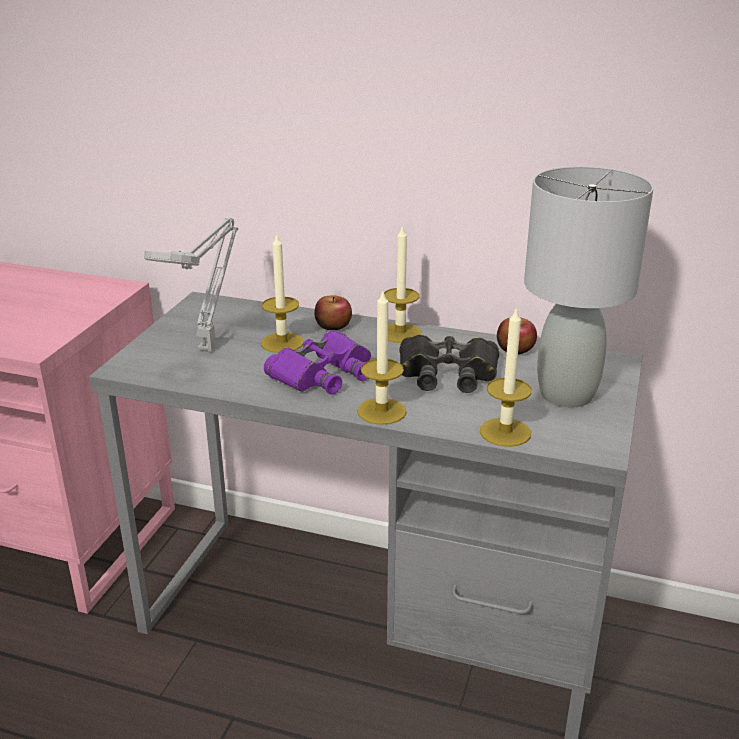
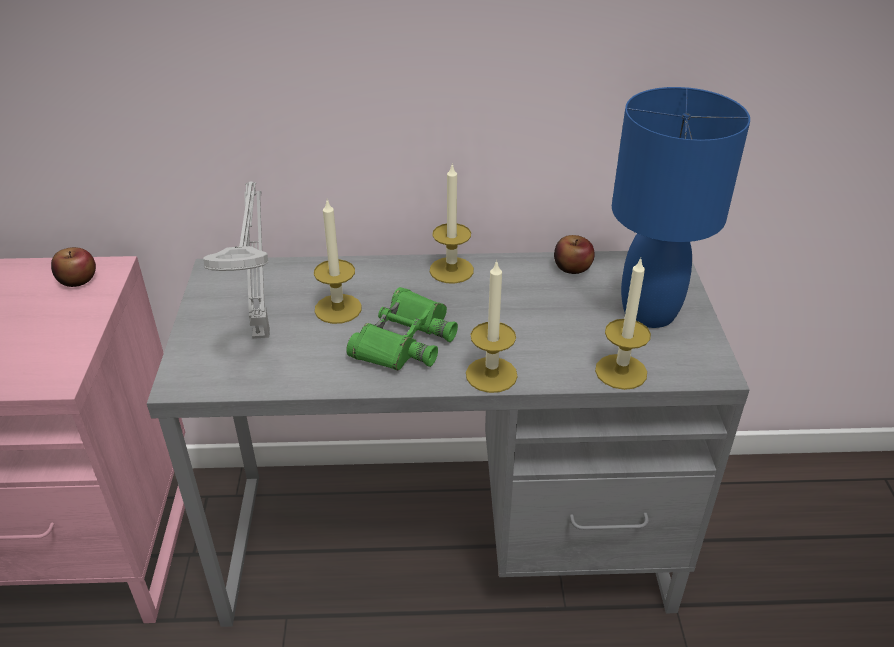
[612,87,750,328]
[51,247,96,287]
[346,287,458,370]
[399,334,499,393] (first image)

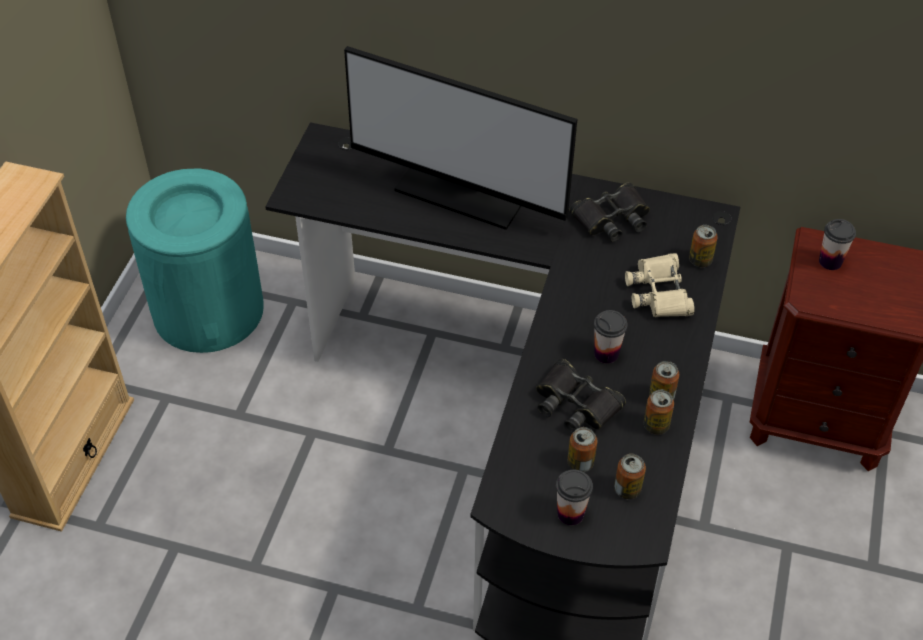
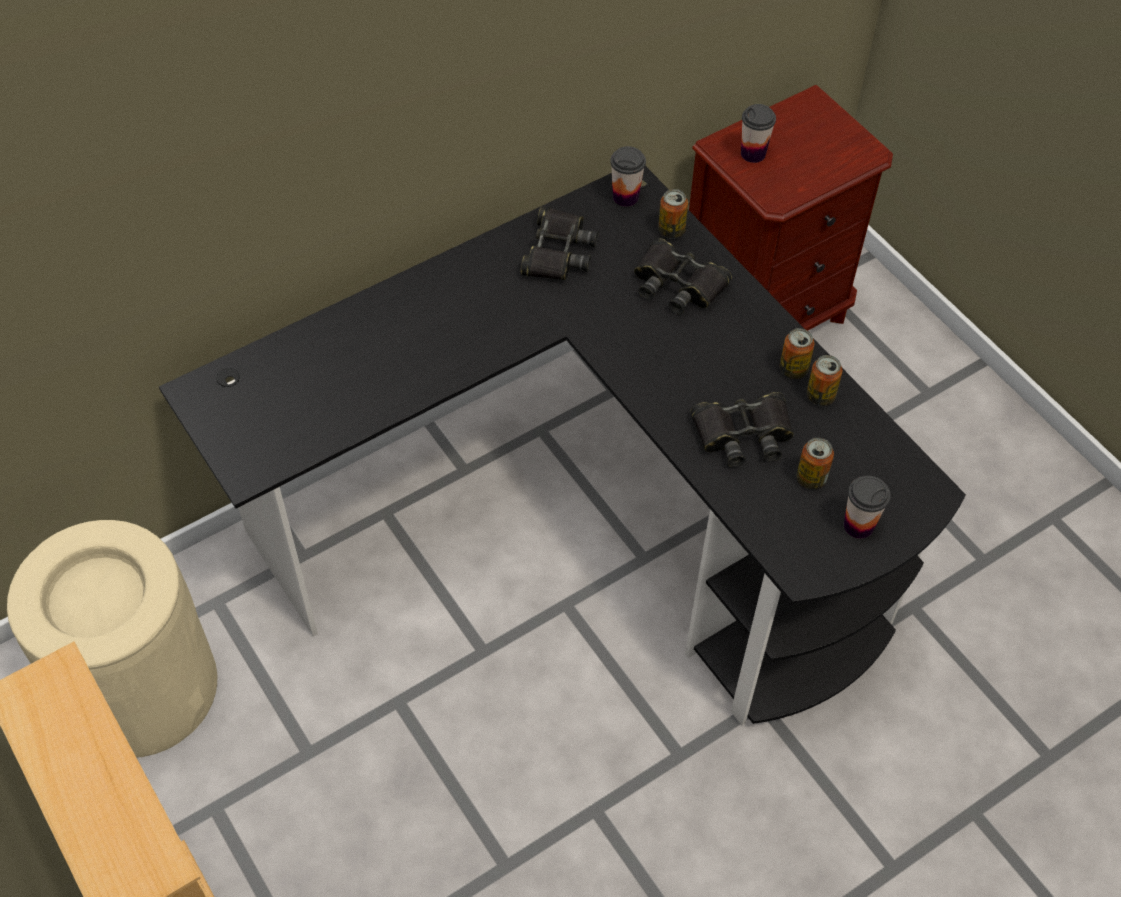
[344,46,577,230] (first image)
[7,520,217,758]
[634,238,732,315]
[610,146,646,207]
[614,454,646,499] (first image)

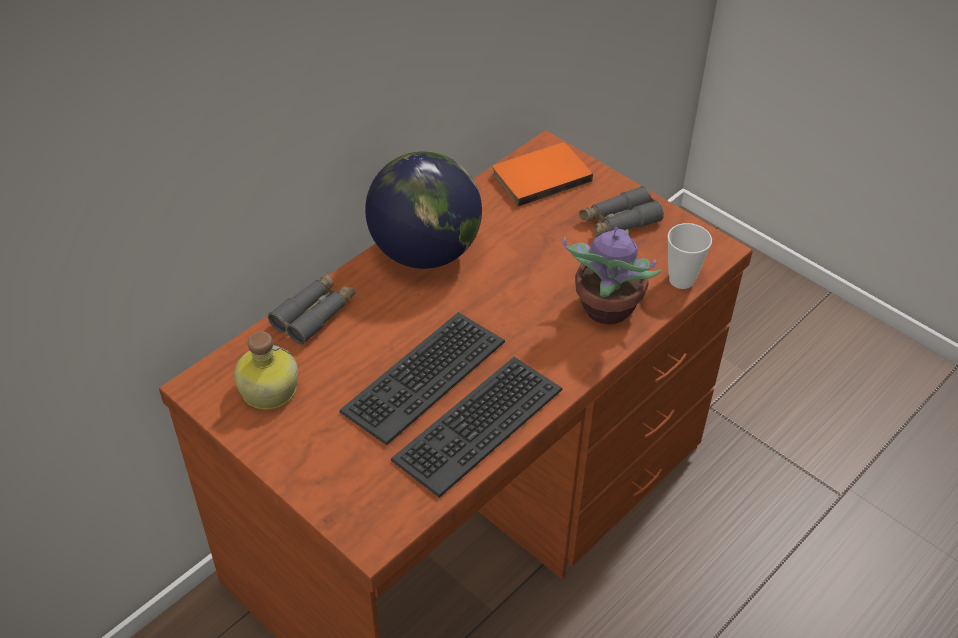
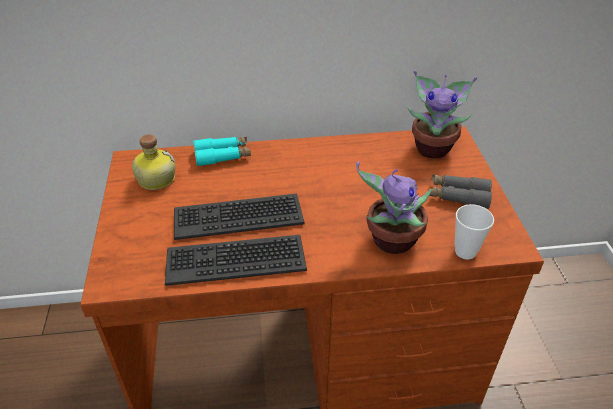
[407,70,477,159]
[365,151,482,269] (first image)
[193,137,251,166]

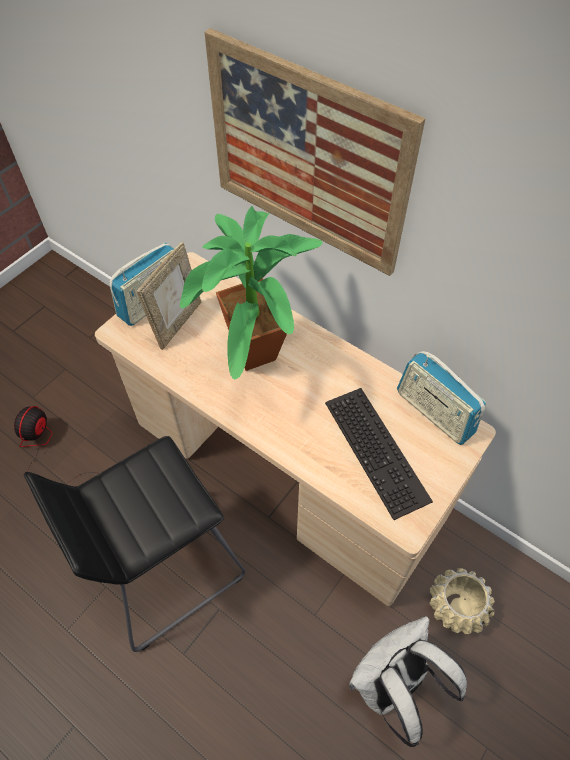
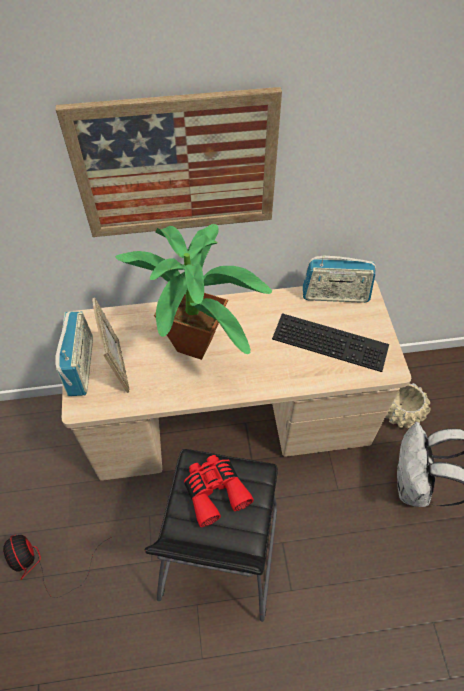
[184,455,254,527]

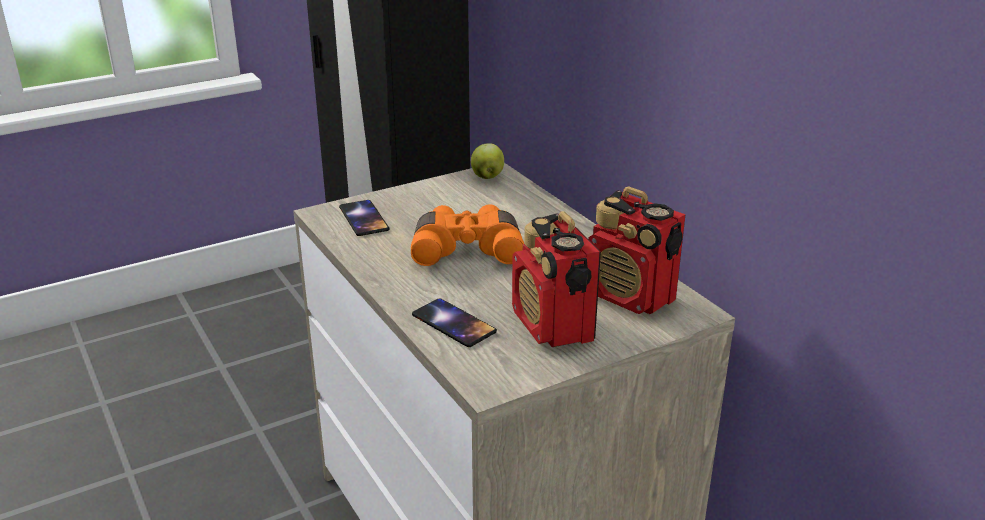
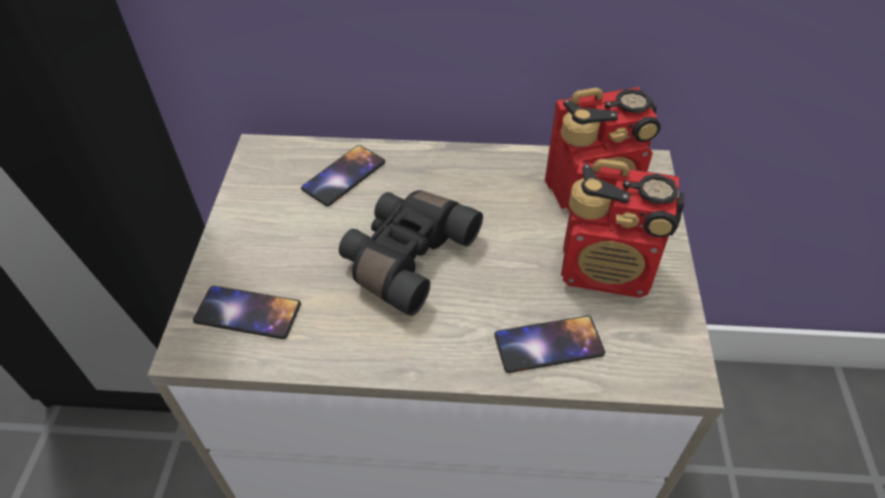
[471,143,504,179] (first image)
[339,190,483,316]
[301,145,385,206]

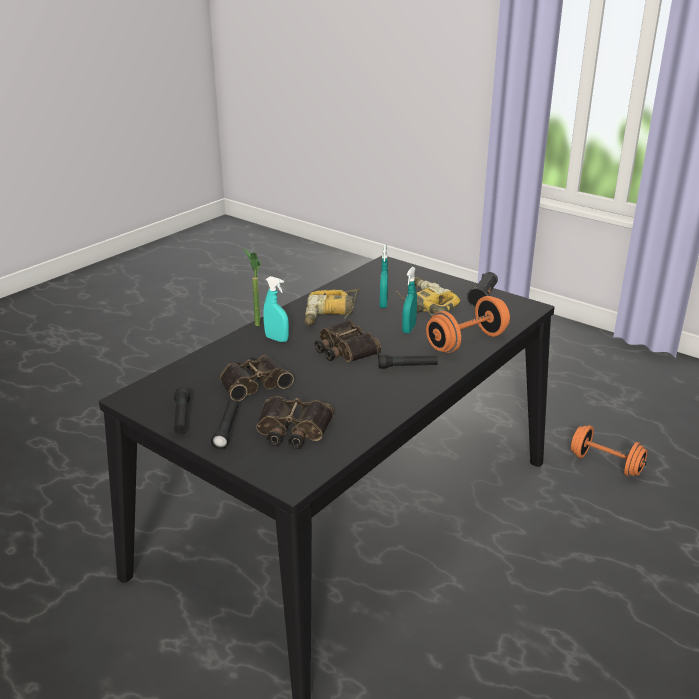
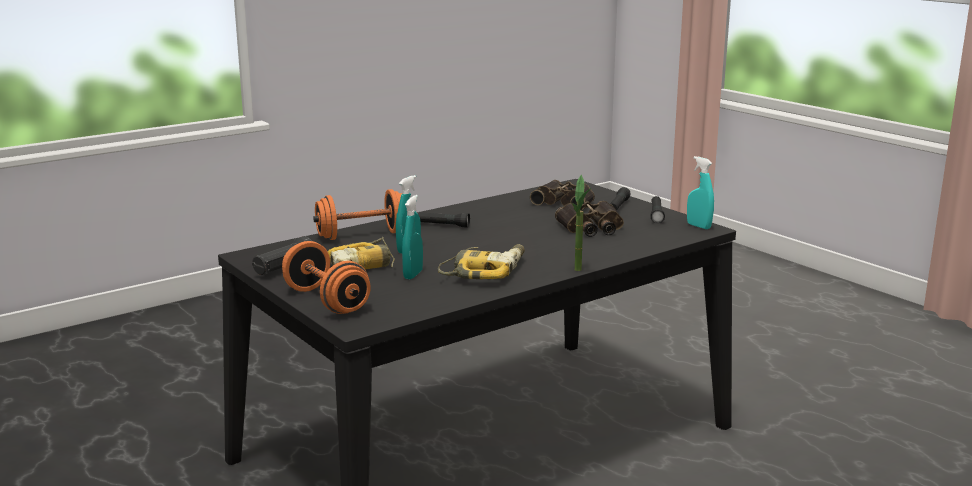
[687,156,714,229]
[315,319,381,362] (first image)
[282,241,371,314]

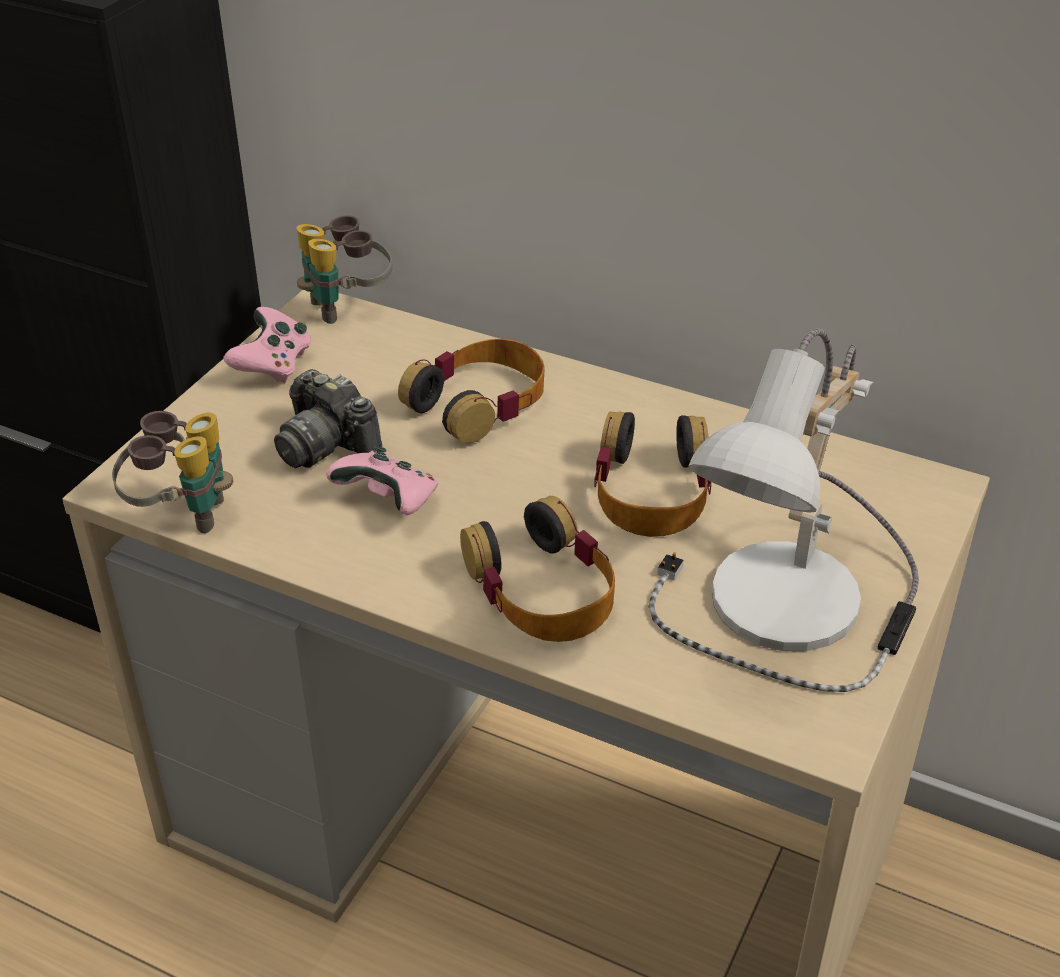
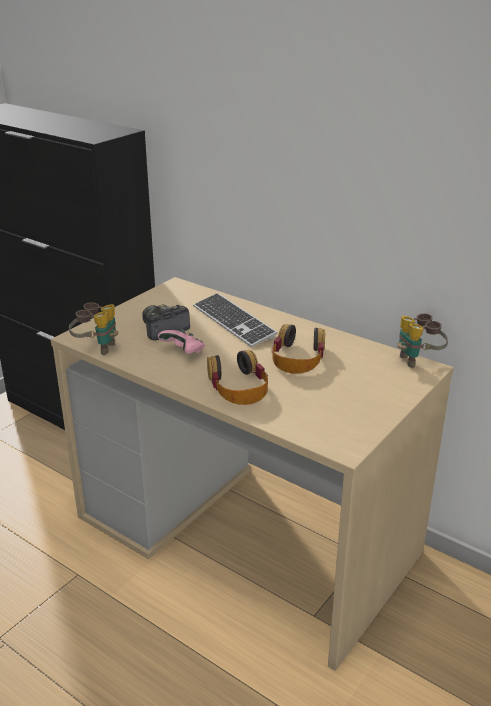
[397,313,448,368]
[223,307,311,384] (first image)
[648,328,919,692] (first image)
[193,293,278,347]
[142,304,190,341]

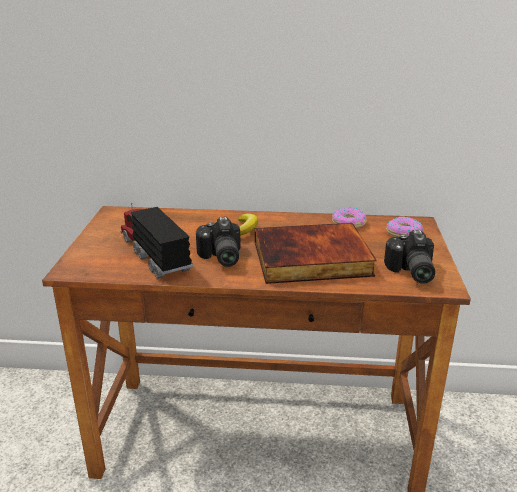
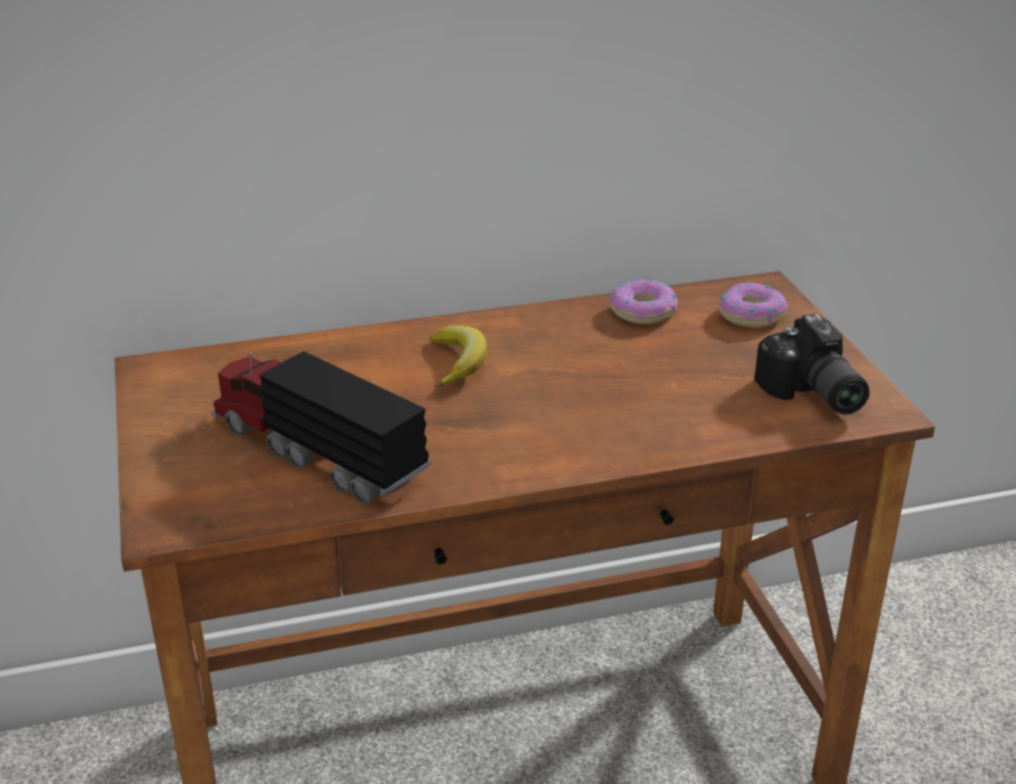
[196,217,241,267] (first image)
[255,223,377,284] (first image)

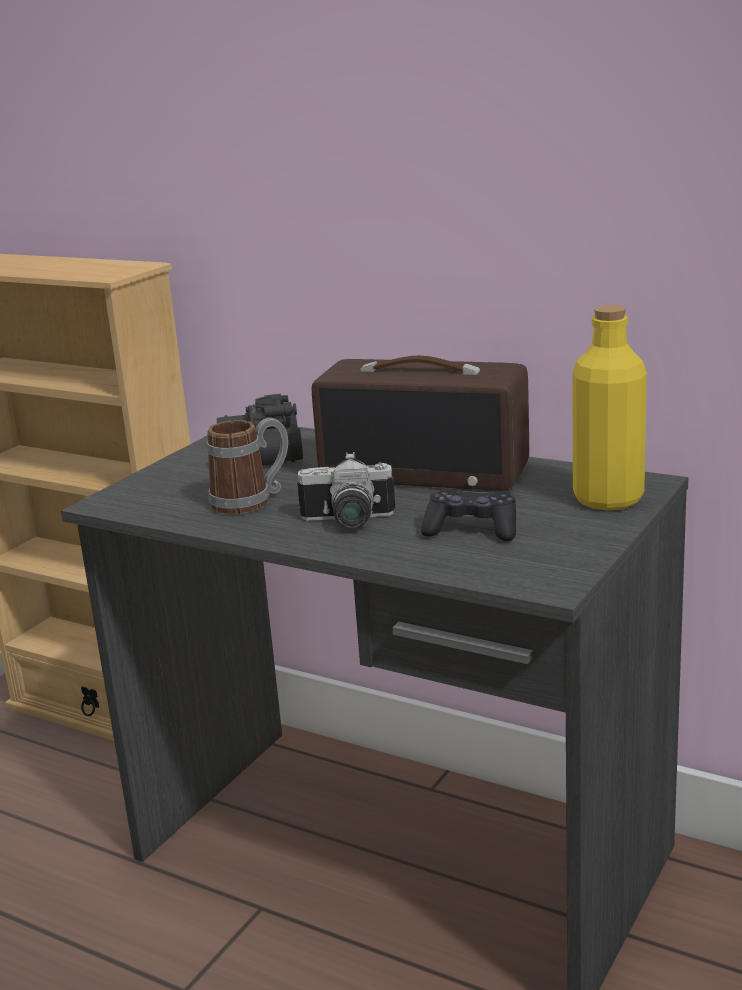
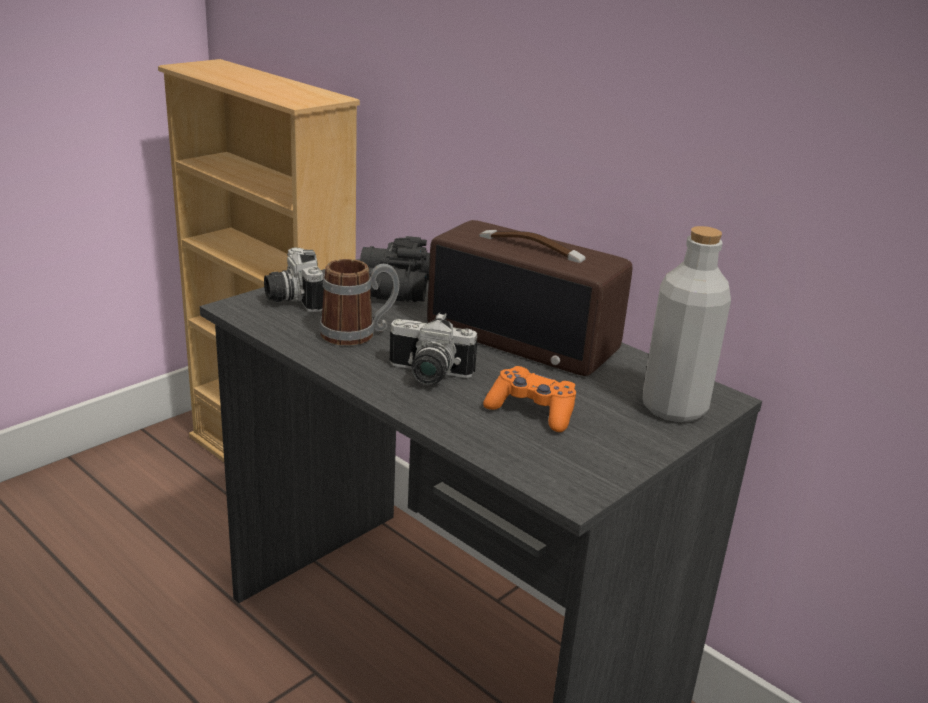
[643,226,731,422]
[483,366,576,432]
[264,248,324,312]

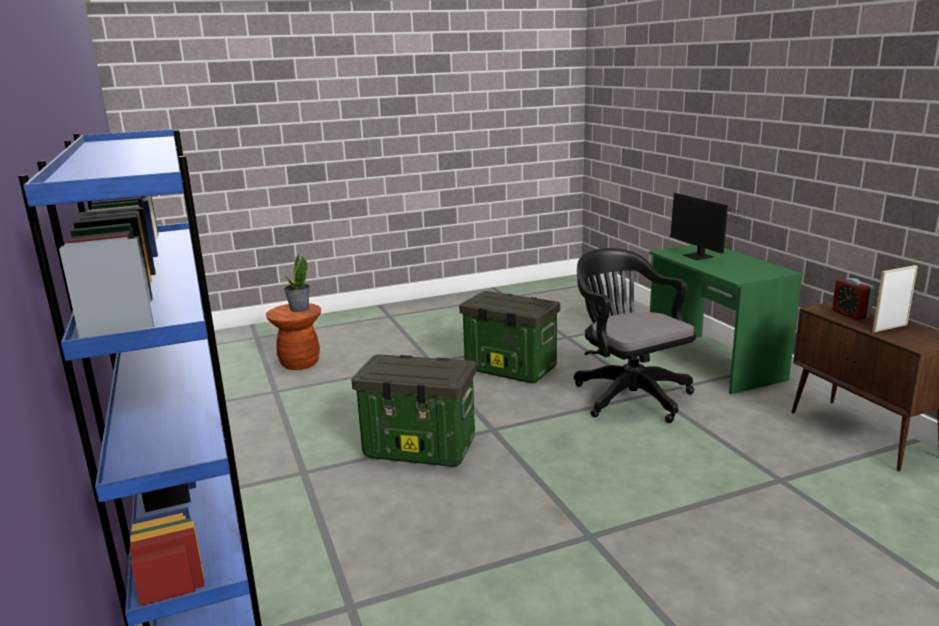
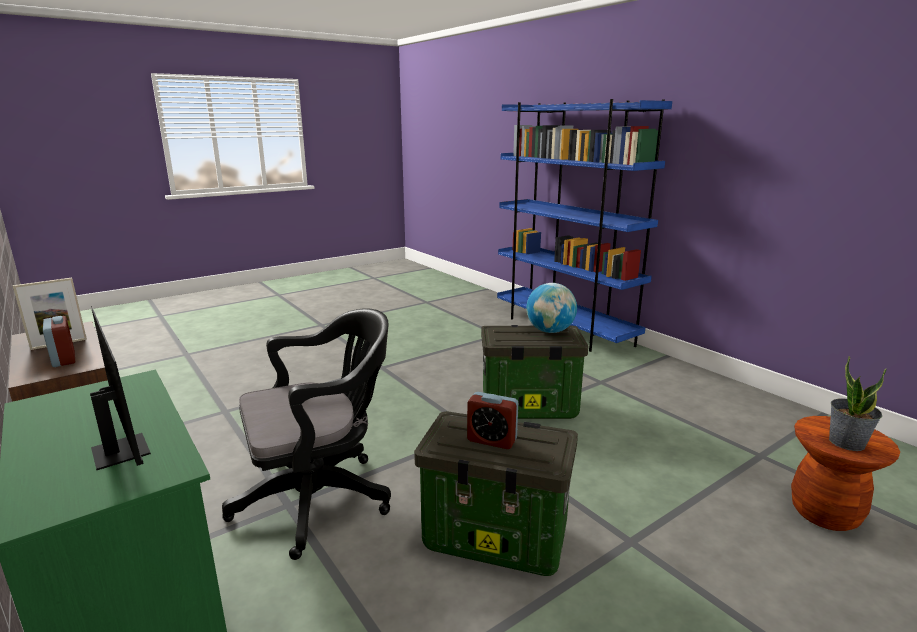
[222,308,391,560]
[526,283,577,333]
[467,392,518,449]

